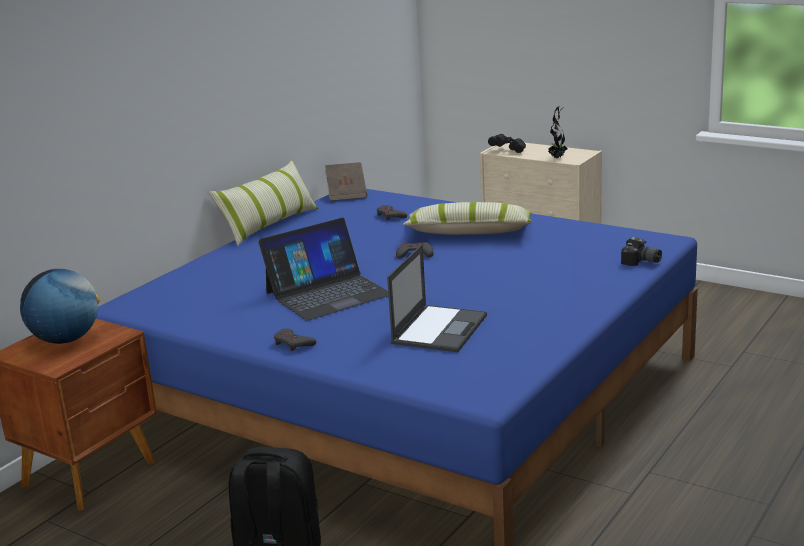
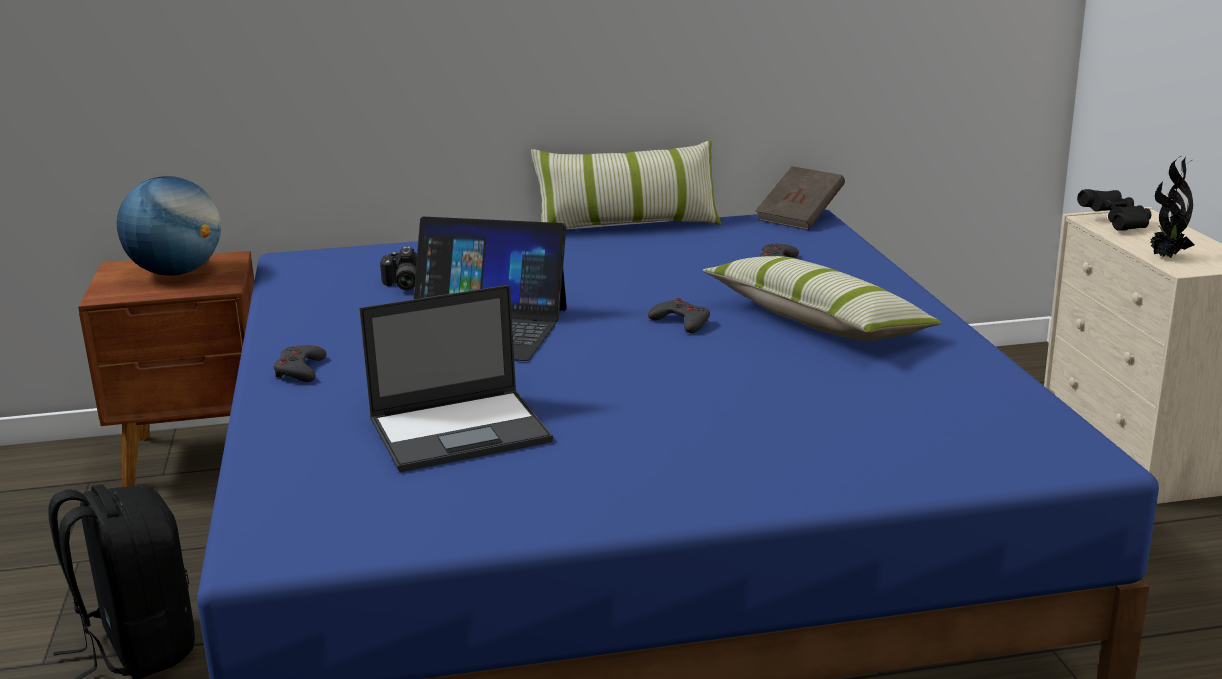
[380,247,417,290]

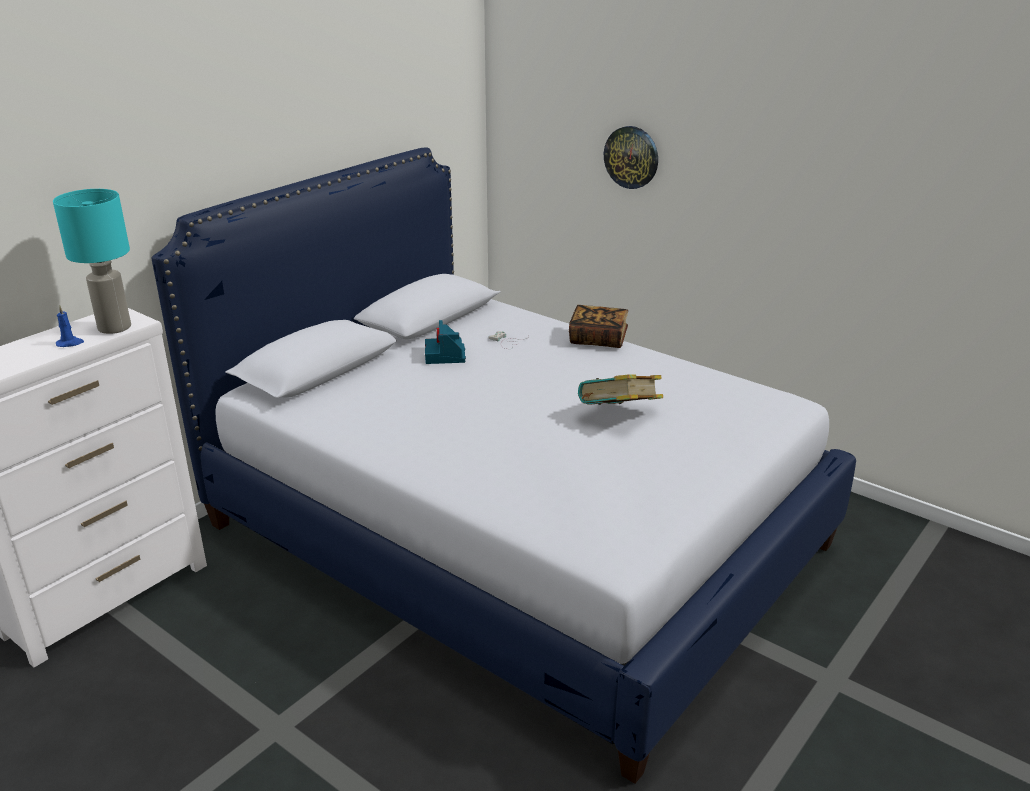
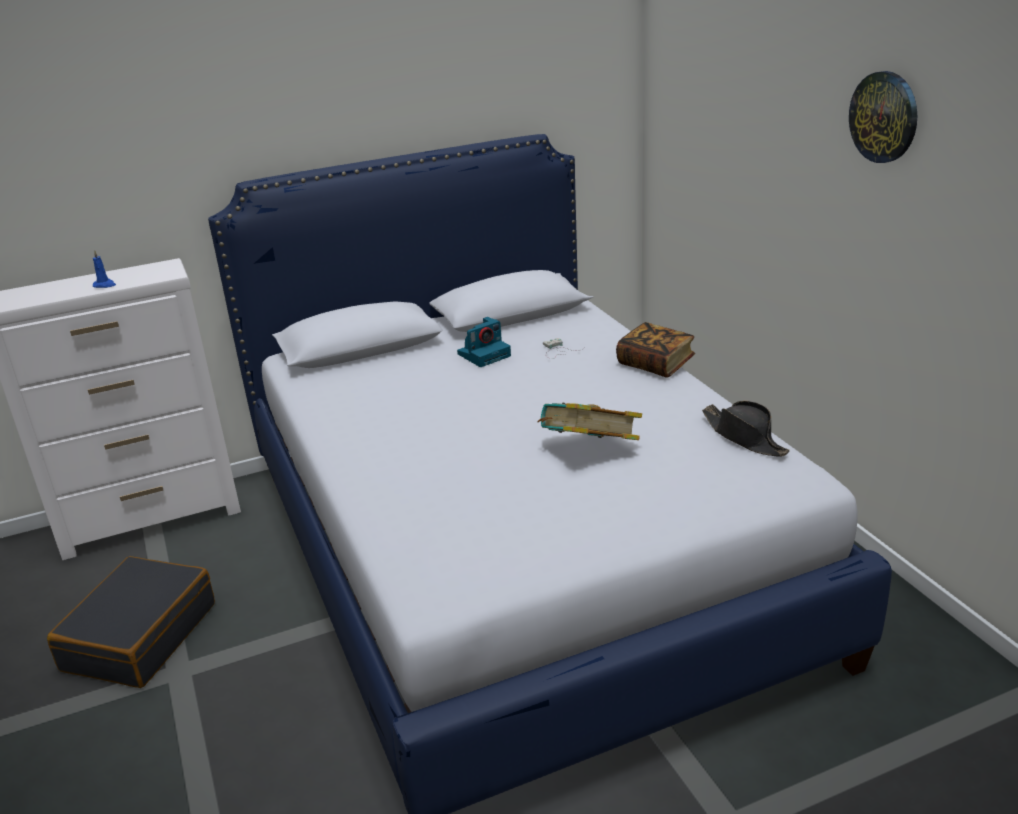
[849,71,917,163]
[53,189,131,334] (first image)
[457,317,511,367]
[702,401,790,457]
[47,556,215,688]

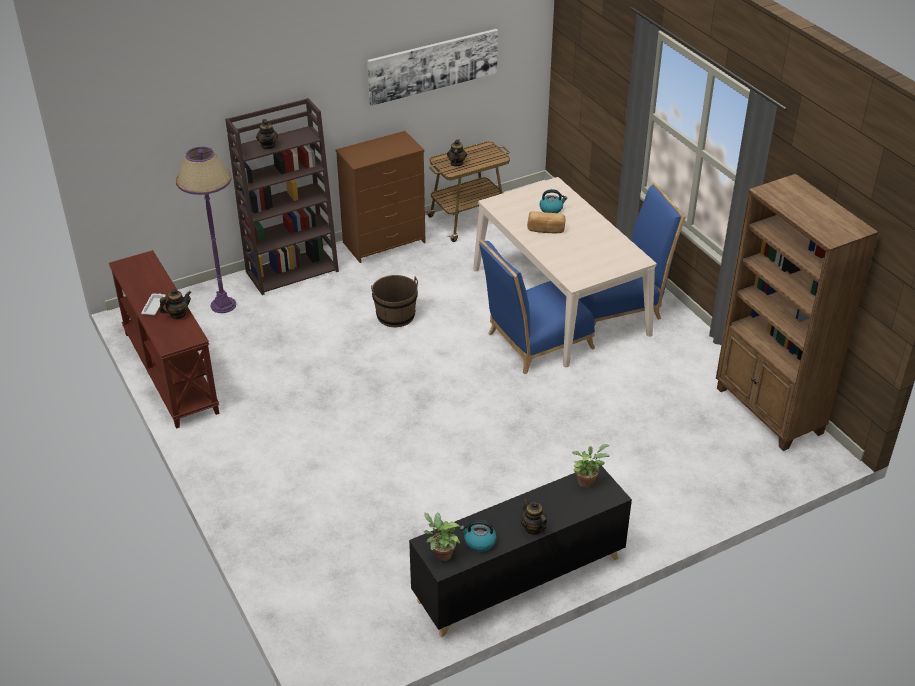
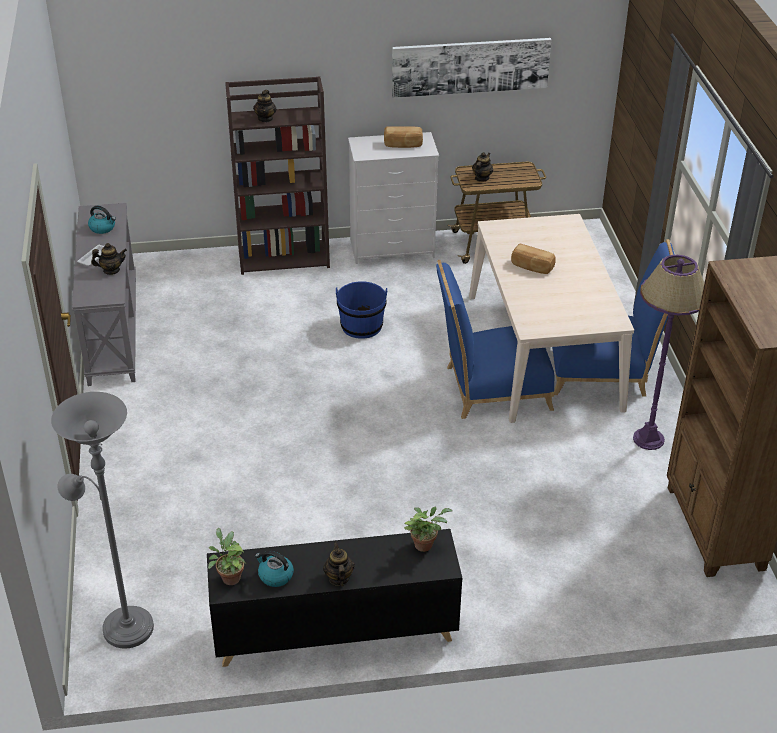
[348,132,439,264]
[633,255,704,450]
[88,206,116,234]
[72,203,136,386]
[336,281,387,339]
[384,126,423,148]
[51,392,154,649]

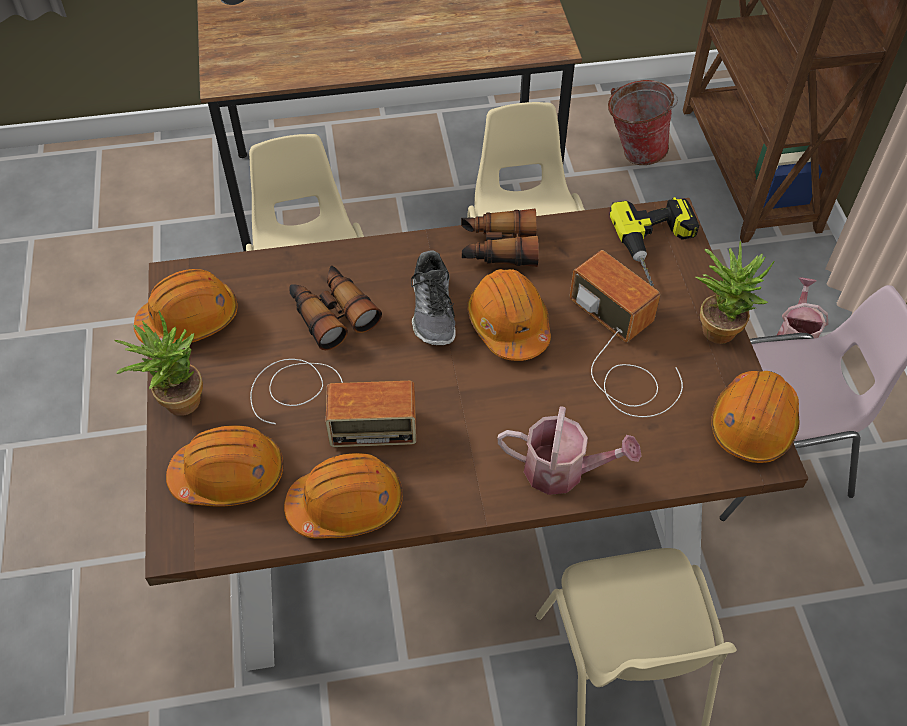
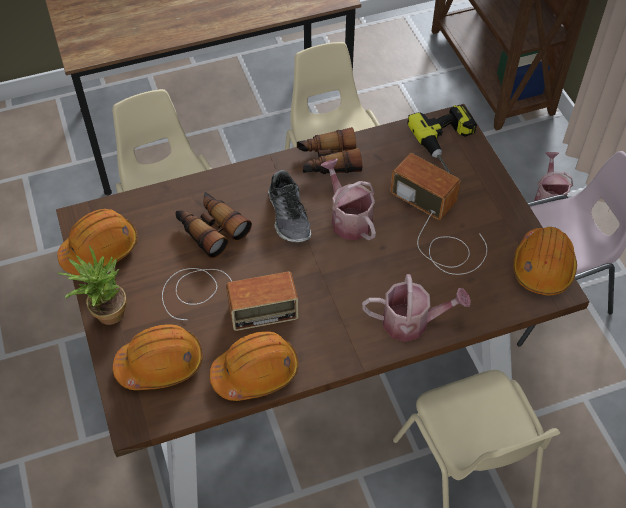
[608,80,678,165] (first image)
[696,241,774,344] (first image)
[320,159,376,240]

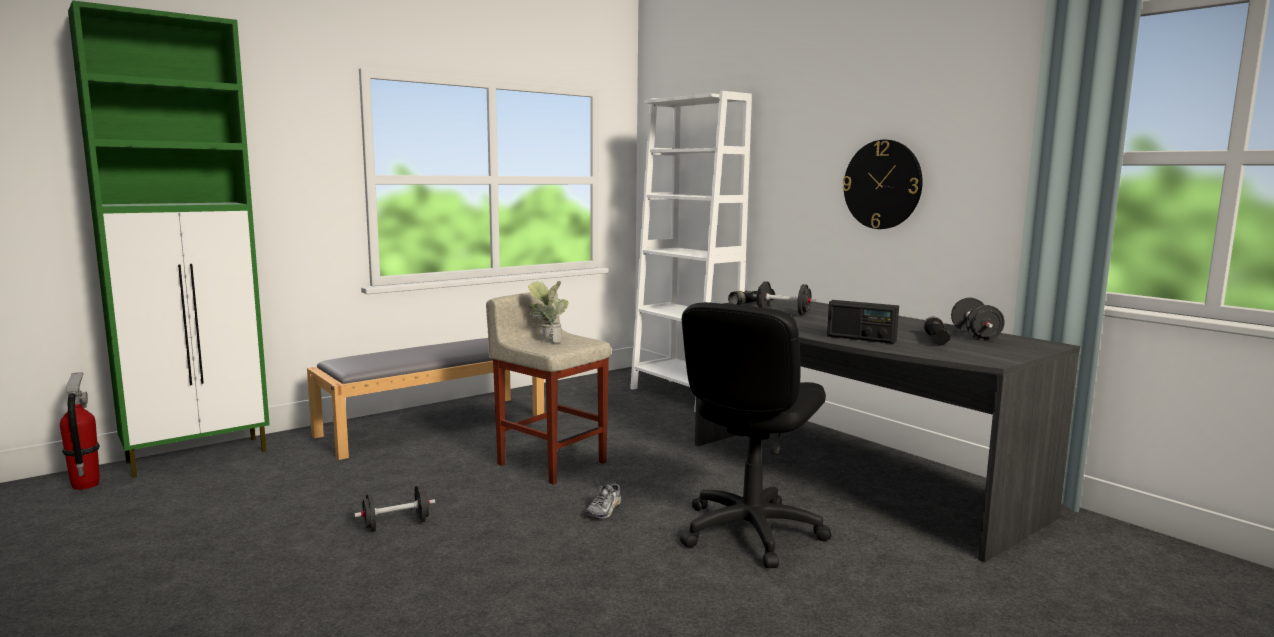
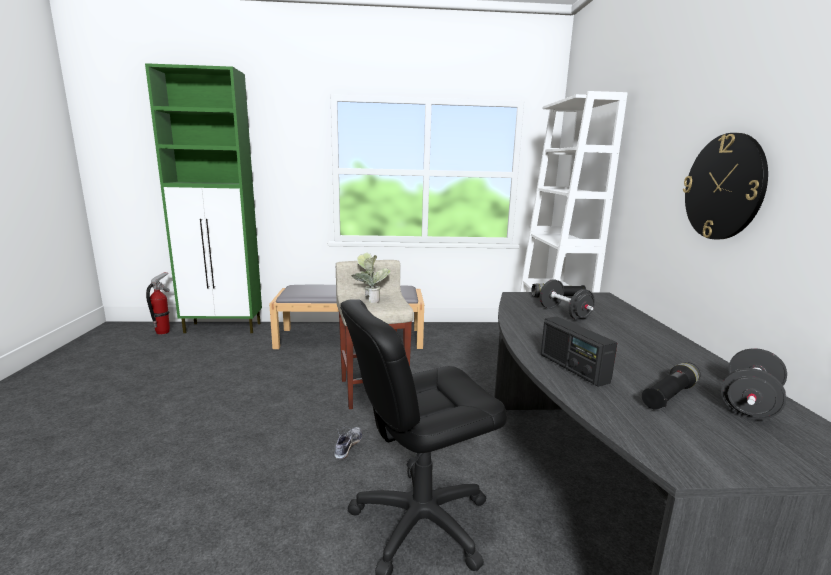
[334,427,362,460]
[354,485,435,532] (first image)

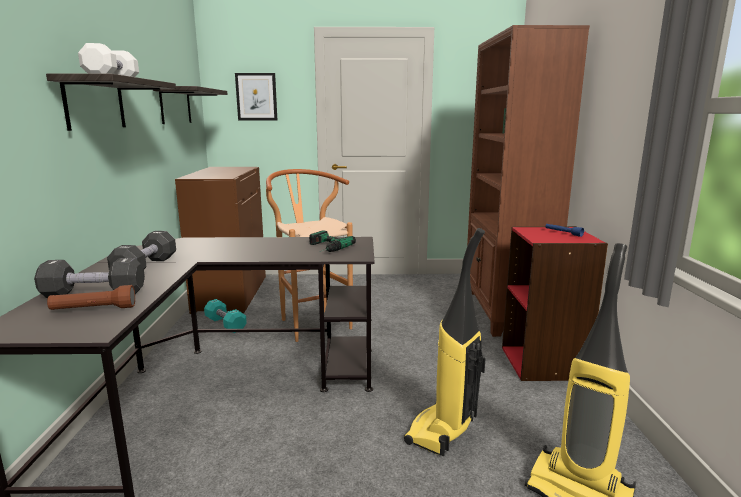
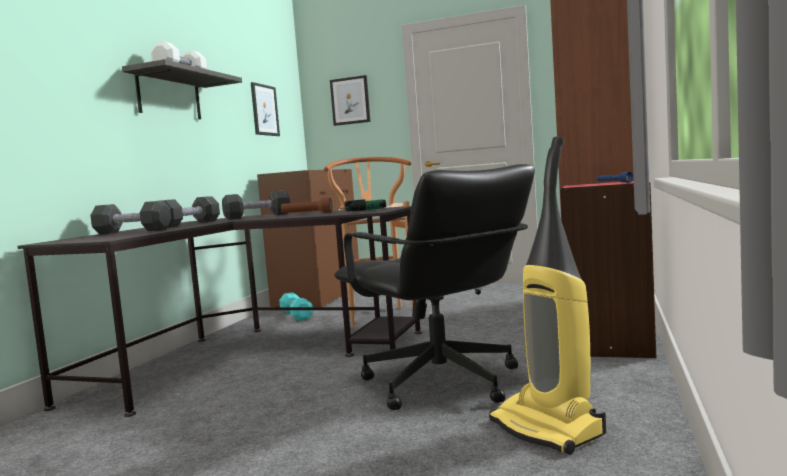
[251,82,280,136]
[334,164,535,410]
[281,197,332,213]
[222,190,290,220]

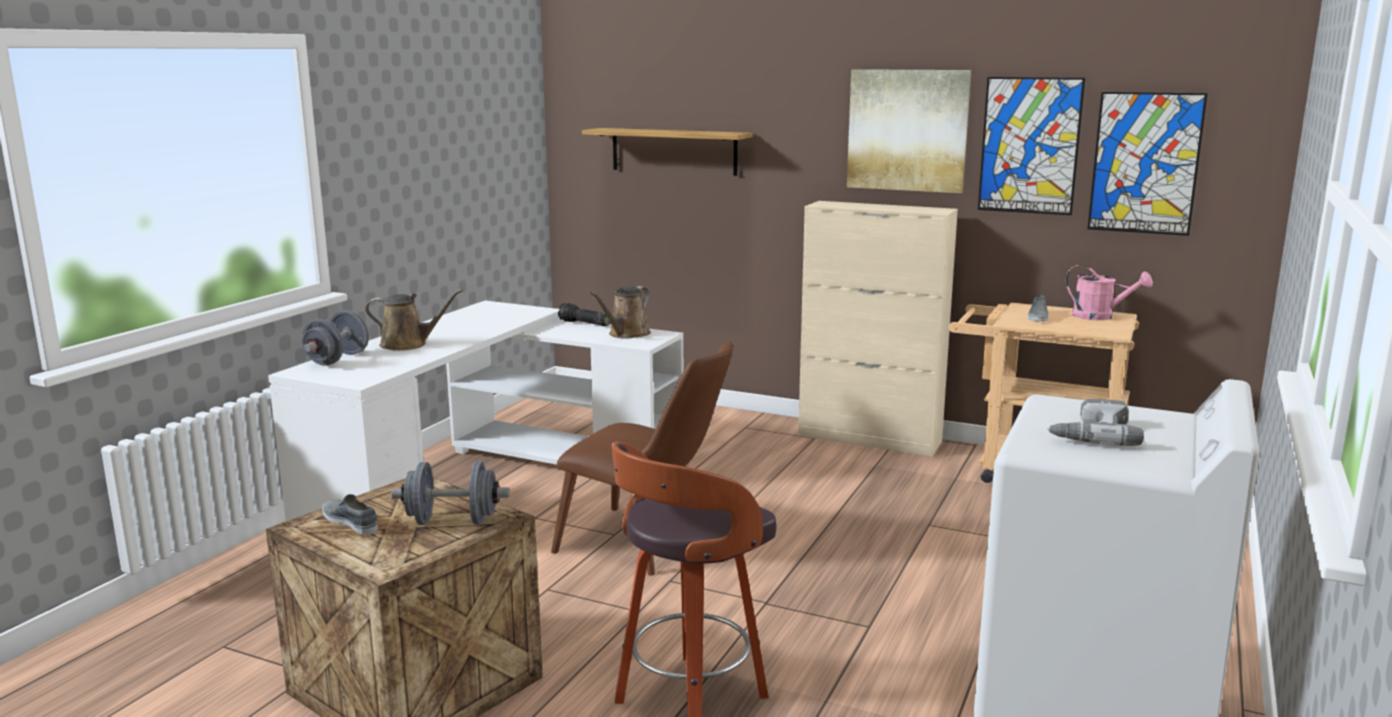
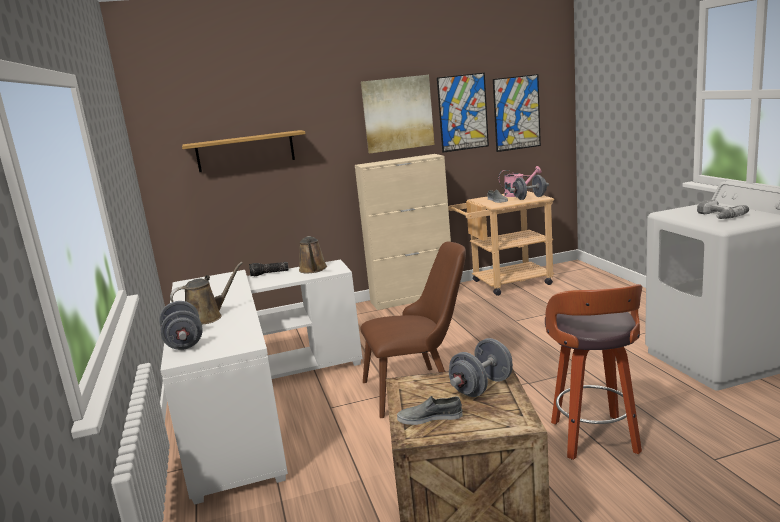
[510,175,549,200]

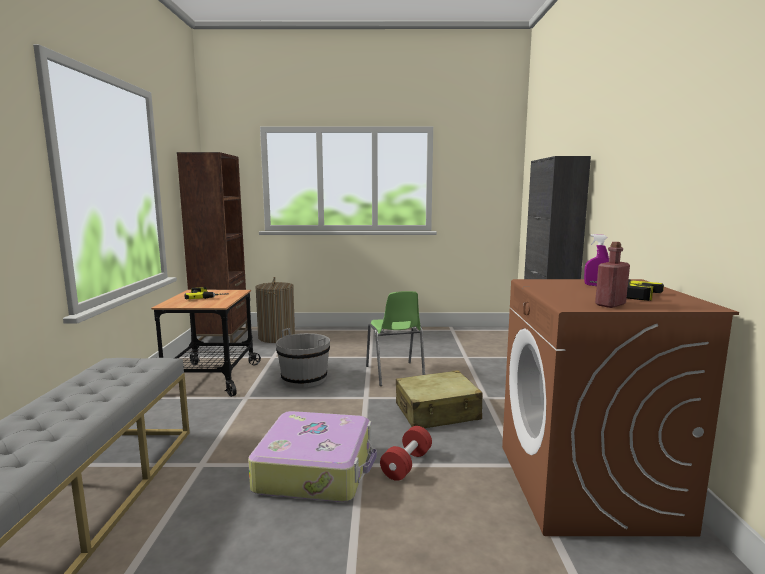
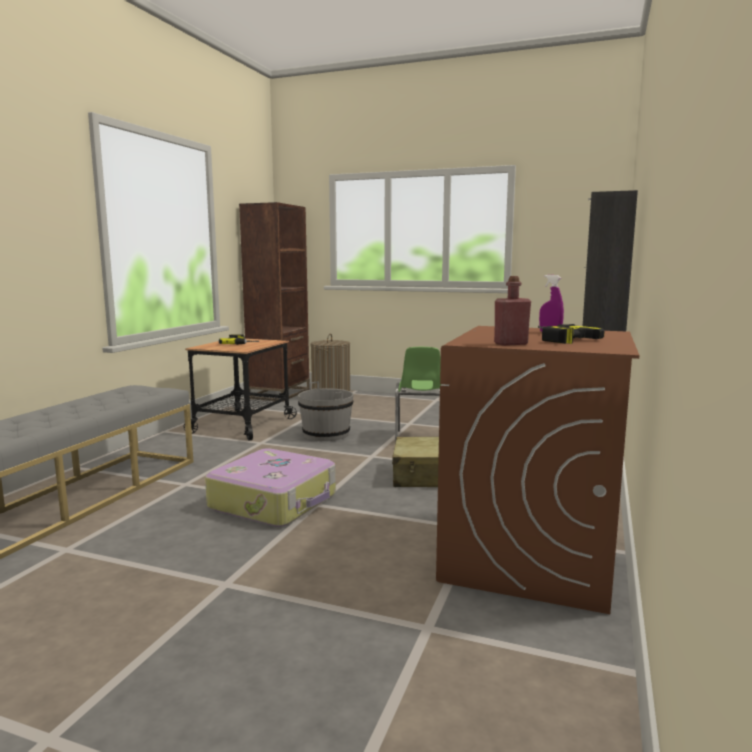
[380,426,432,481] (first image)

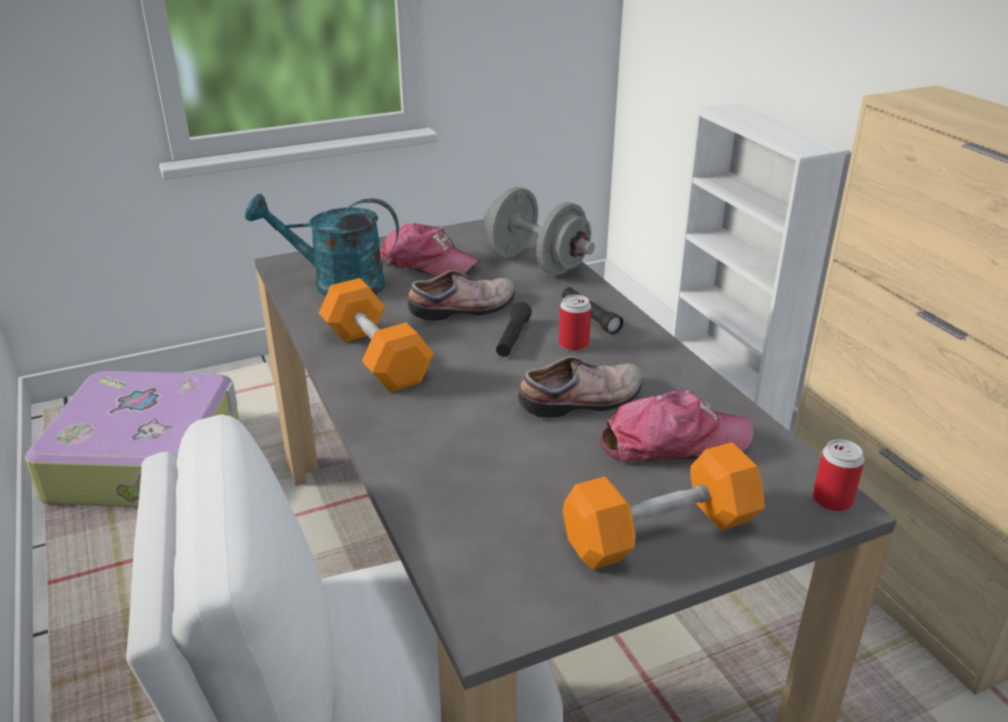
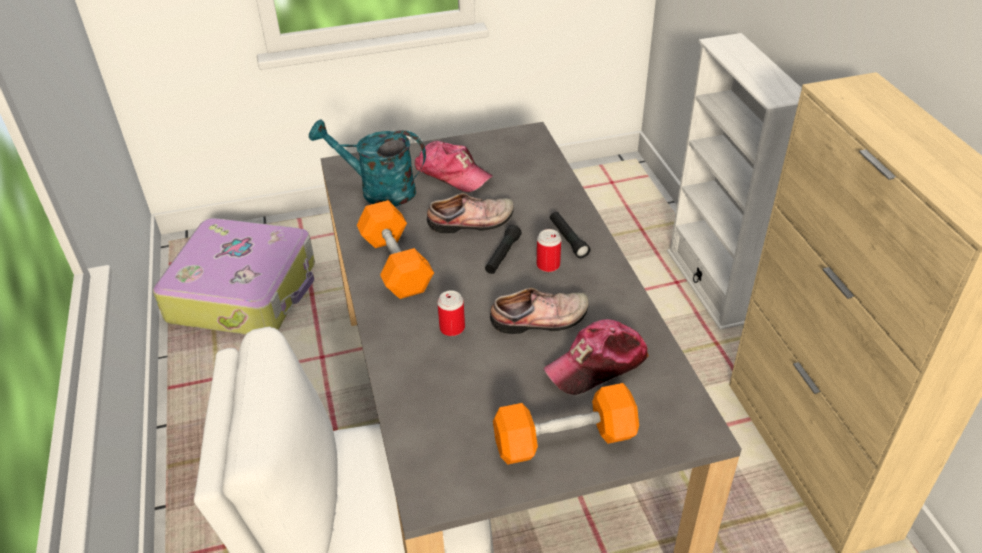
[484,187,595,275] (first image)
[544,319,649,395]
[437,290,465,336]

